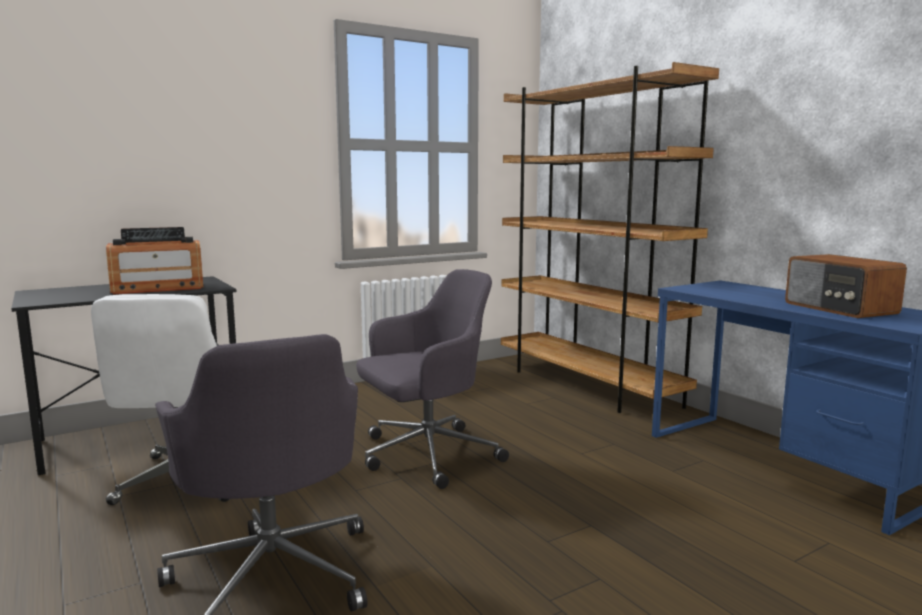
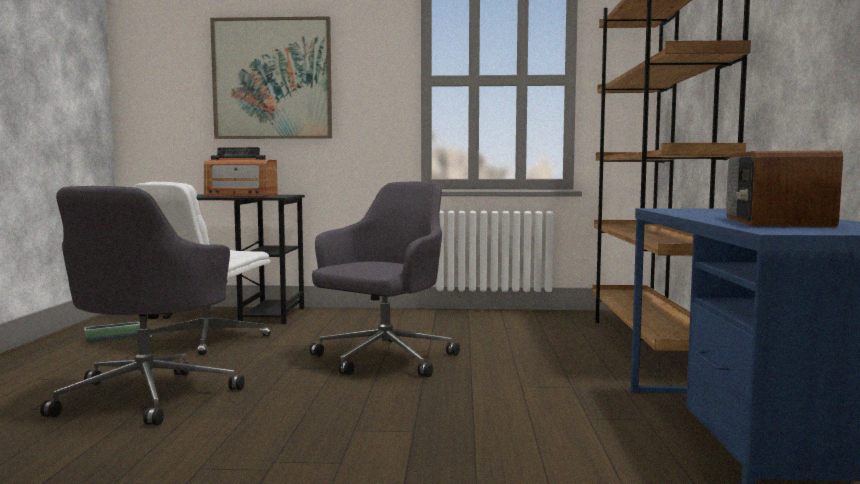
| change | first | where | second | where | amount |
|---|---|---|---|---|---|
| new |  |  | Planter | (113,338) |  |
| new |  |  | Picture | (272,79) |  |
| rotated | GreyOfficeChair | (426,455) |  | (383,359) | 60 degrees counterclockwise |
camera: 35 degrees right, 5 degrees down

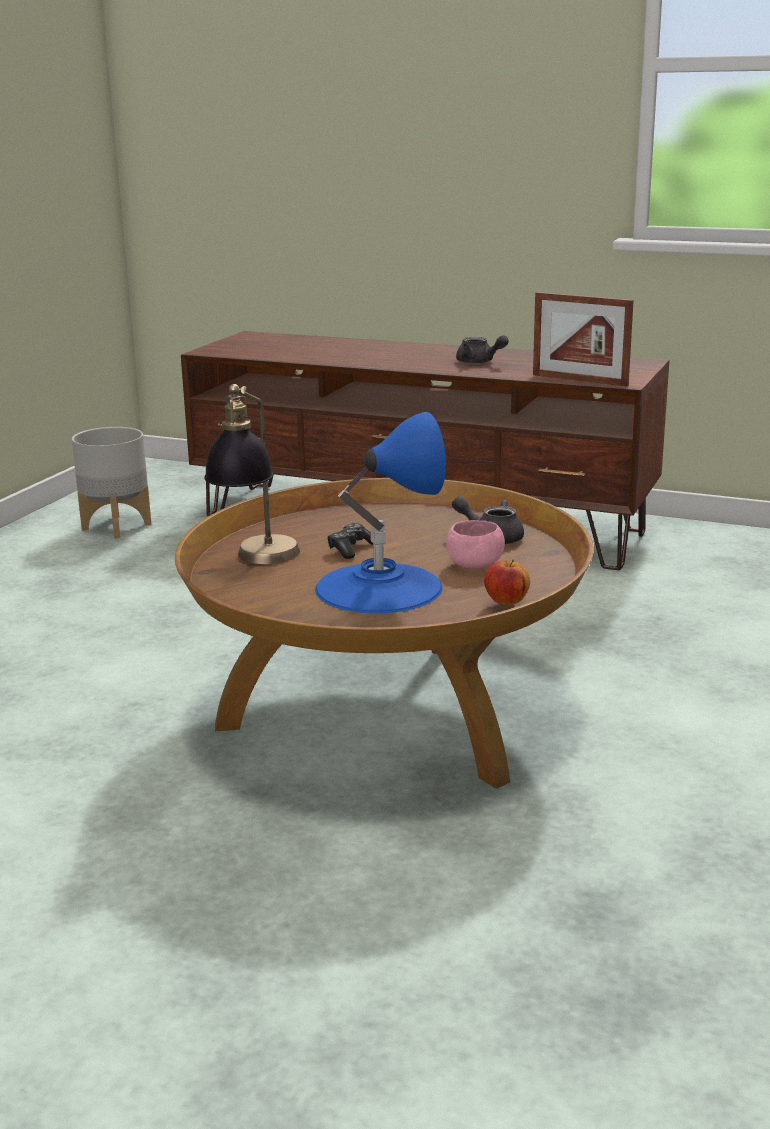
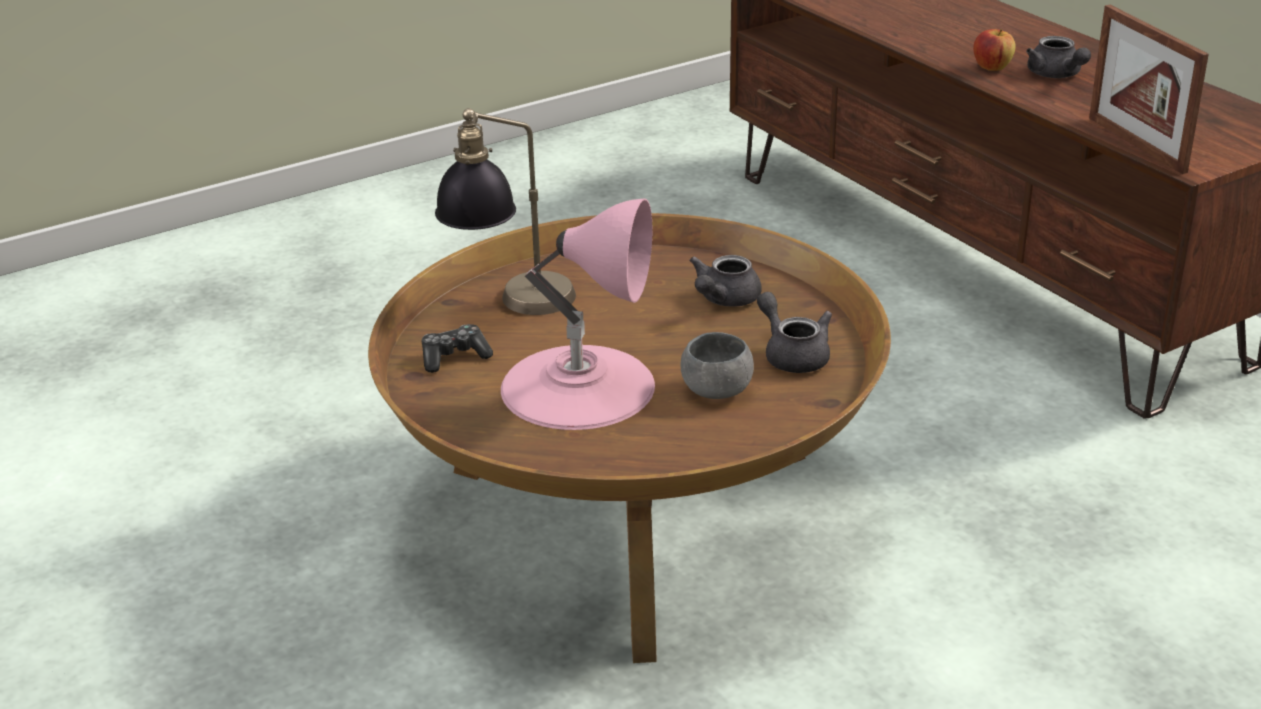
| change | first | where | second | where | amount |
|---|---|---|---|---|---|
| gone | GreyPlanter | (117,527) |  |  |  |
| new |  |  | GreyTeapot | (724,300) |  |
| shifted | GameController | (350,549) |  | (454,357) |  |
| shifted | Apple | (506,601) |  | (992,67) |  |
| repainted | BlueTableLamp | (379,587) | PinkTableLamp | (578,386) |  |
| repainted | PinkBowl | (474,565) | GreyBowl | (716,390) |  |
camera: 35 degrees right, 10 degrees up

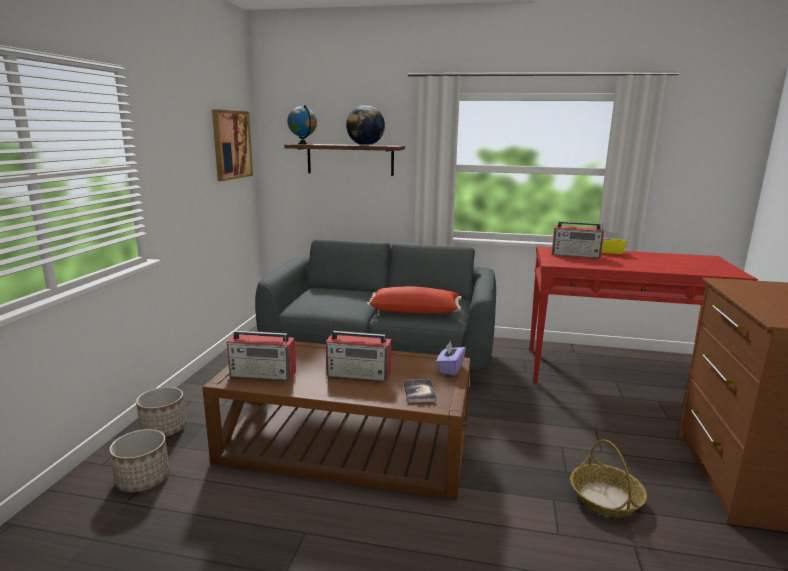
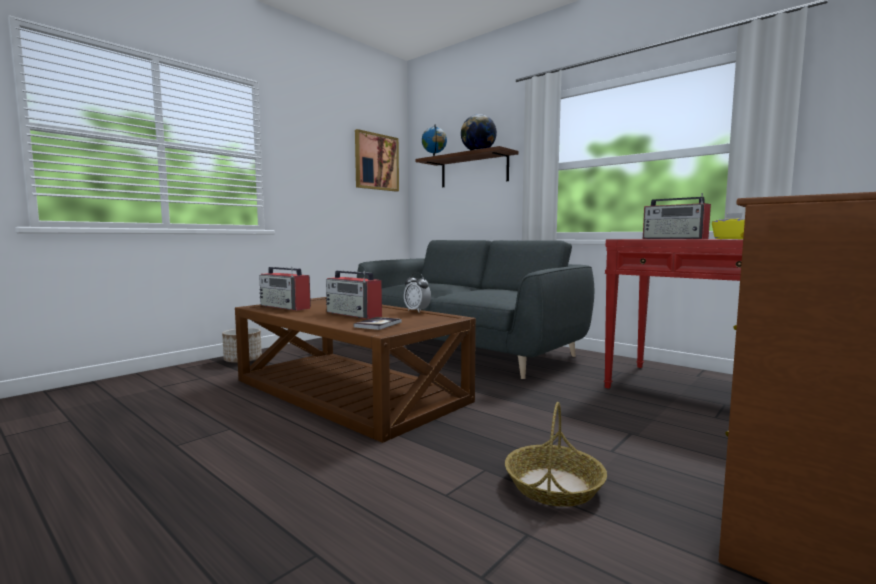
| change | first | where | second | where | amount |
|---|---|---|---|---|---|
| gone | Planter | (142,479) |  |  |  |
| gone | RedPillow | (415,311) |  |  |  |
| gone | PurpleTissueBox | (450,369) |  |  |  |
| new |  |  | AlarmClock | (417,311) |  |
camera: 30 degrees right, 10 degrees down

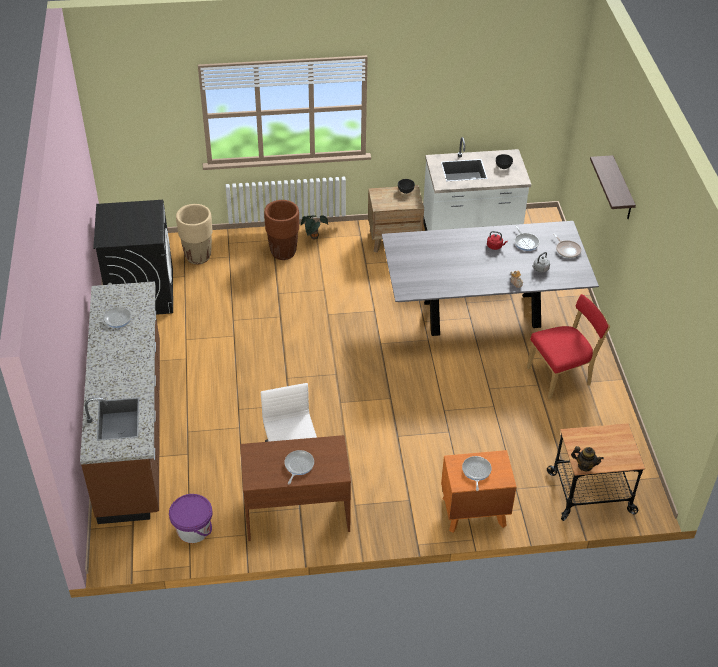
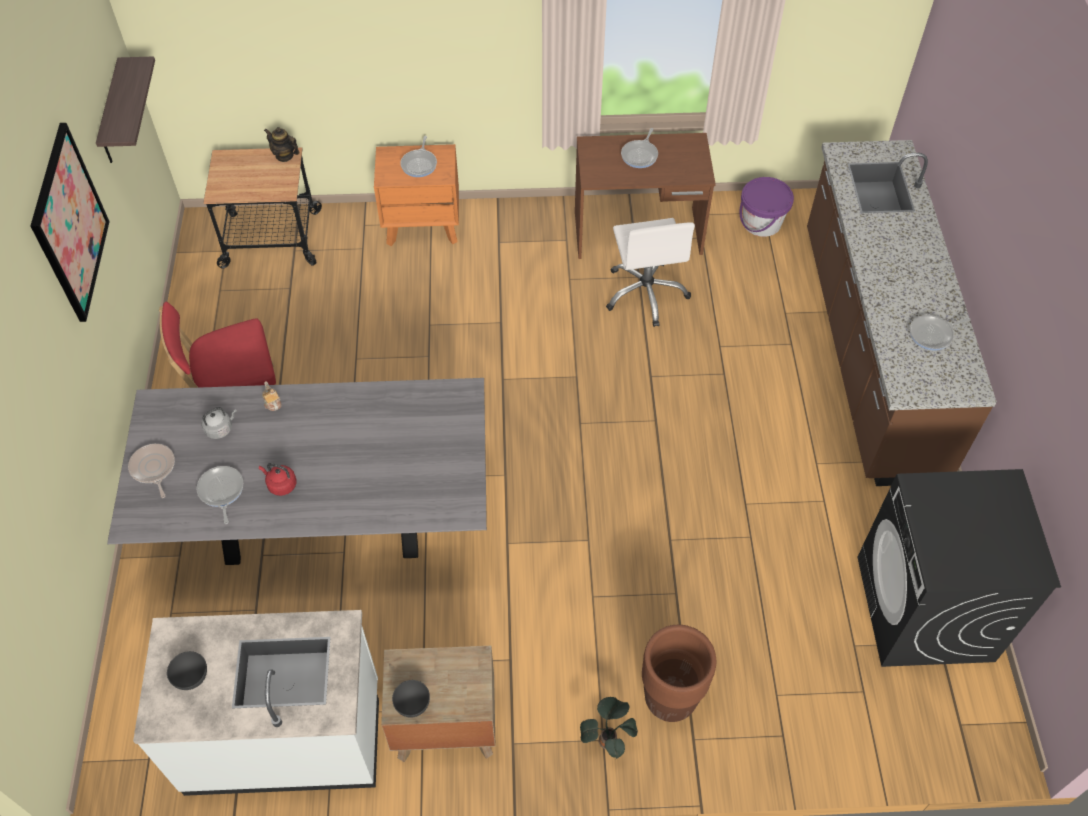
| change | first | where | second | where | amount |
|---|---|---|---|---|---|
| gone | BeigePlanter | (198,257) |  |  |  |
| new |  |  | Picture | (69,223) |  |
| shifted | Shelf | (622,189) |  | (112,114) |  |
camera: 175 degrees left, 10 degrees up

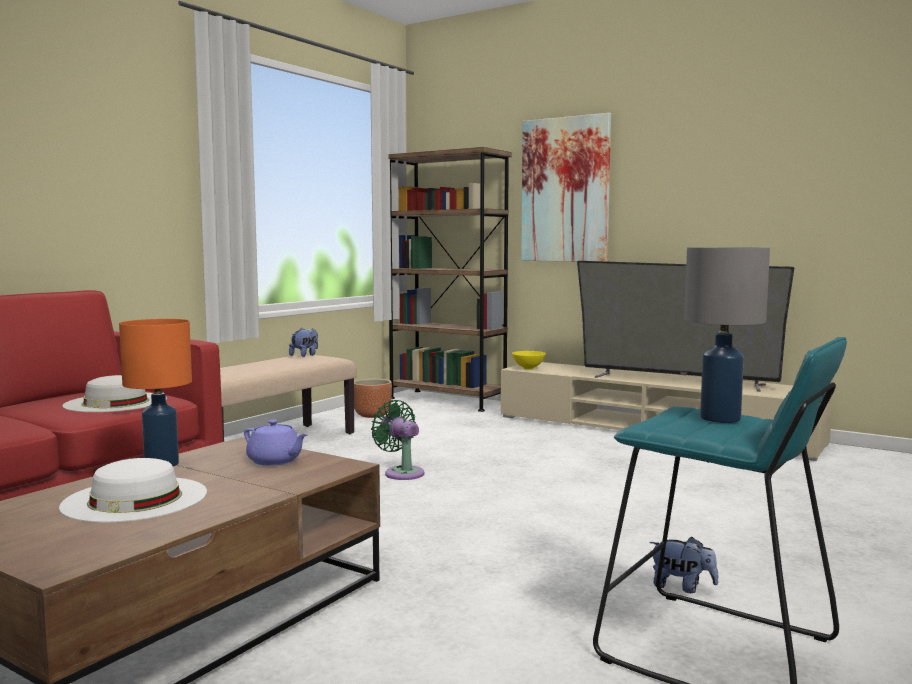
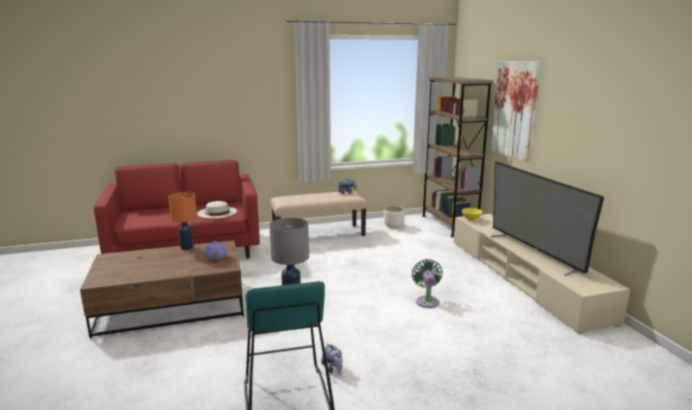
| change | first | where | second | where | amount |
|---|---|---|---|---|---|
| gone | WhiteHat | (135,499) |  |  |  |
| shifted | GreenFan | (401,473) |  | (427,301) |  |
| repainted | BrownPlanter | (372,415) | WhitePlanter | (393,226) |  |
camera: 40 degrees right, 10 degrees up

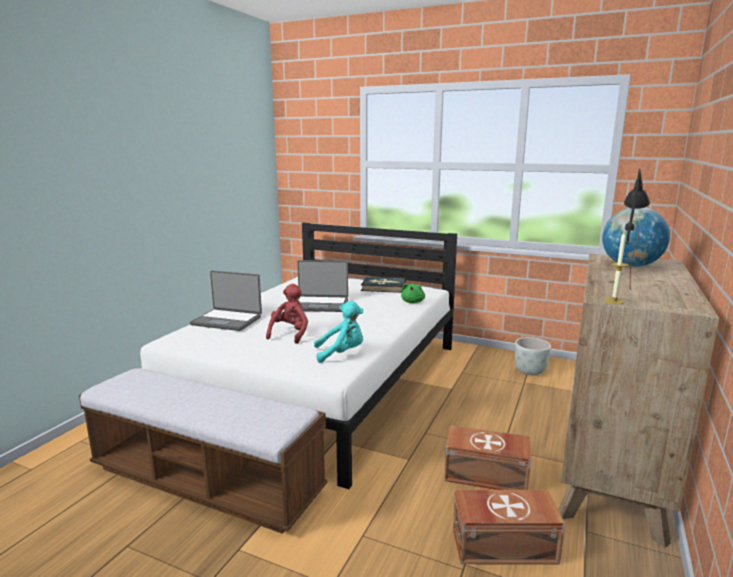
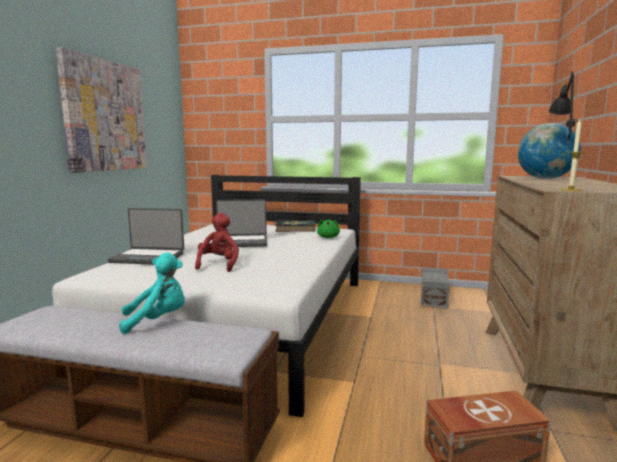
| change | first | where | second | where | amount |
|---|---|---|---|---|---|
| gone | BrownStorageBox | (487,476) |  |  |  |
| new |  |  | Picture | (104,116) |  |
| shifted | TurquoisePlushToy | (341,353) |  | (158,320) |  |
| swapped | GreyPlanter | (530,371) | GreyStorageBox | (434,298) |  |
camera: 10 degrees left, 5 degrees down

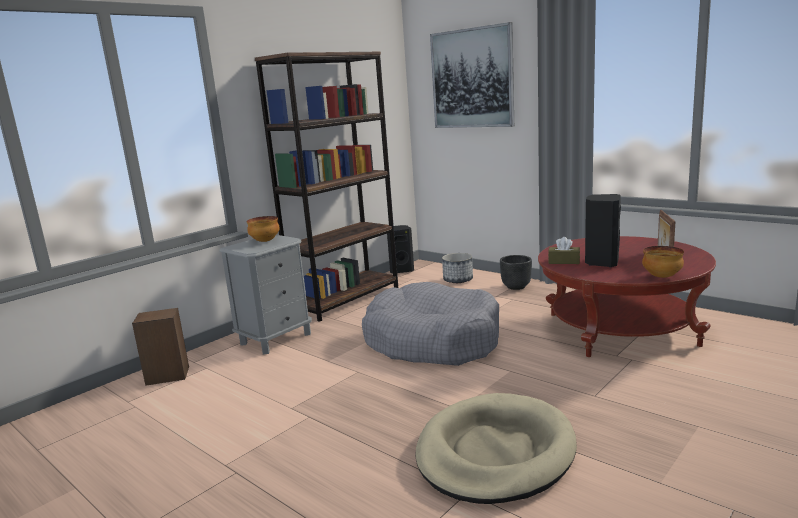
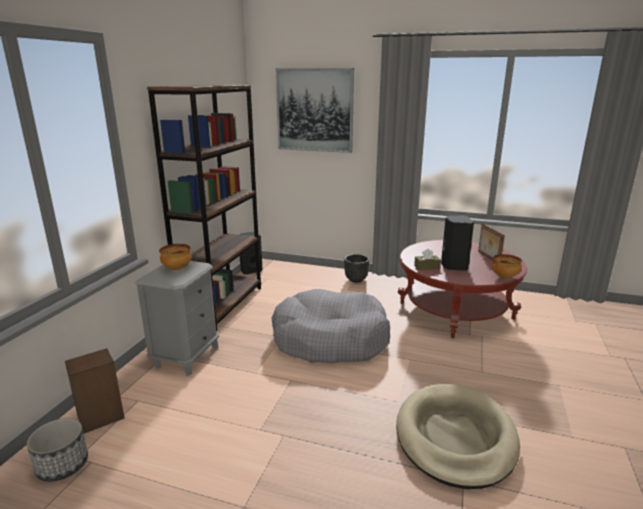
| change | first | where | second | where | amount |
|---|---|---|---|---|---|
| shifted | Planter | (458,280) |  | (62,465) |  |
camera: 25 degrees left, 5 degrees up

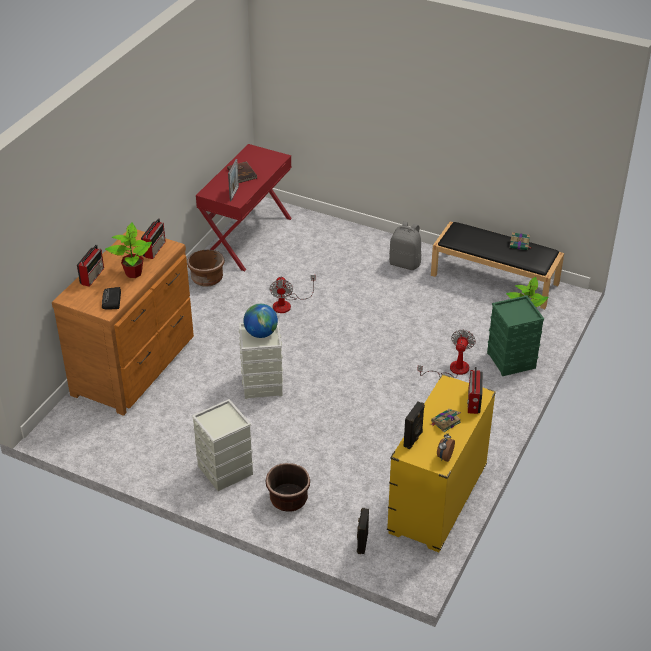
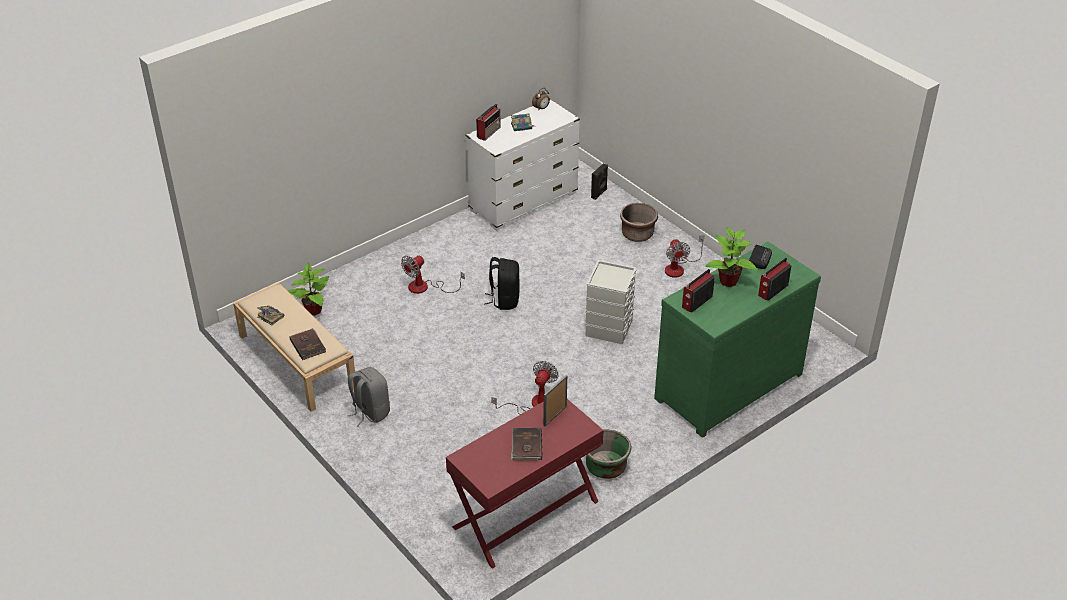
| change | first | where | second | where | amount |
|---|---|---|---|---|---|
| gone | Globe | (261,333) |  |  |  |
| gone | BlackSpeaker | (413,439) |  |  |  |
| gone | GreenStorageBox | (512,360) |  |  |  |
| new |  |  | BrownBook | (308,345) |  |
| new |  |  | BlackBackpack | (504,300) |  |
| swapped | GreyStorageBox | (225,471) | Fan | (679,268) |  |
| repainted | BrownDresser | (136,365) | GreenDresser | (726,385) |  |
| repainted | BrownPlanter | (207,279) | GreenPlanter | (606,467) |  |
| repainted | YellowDresser | (437,500) | WhiteDresser | (523,202) |  |
| repainted | BlackBench | (495,279) | BeigeBench | (296,361) |  |
camera: 155 degrees left, 0 degrees up

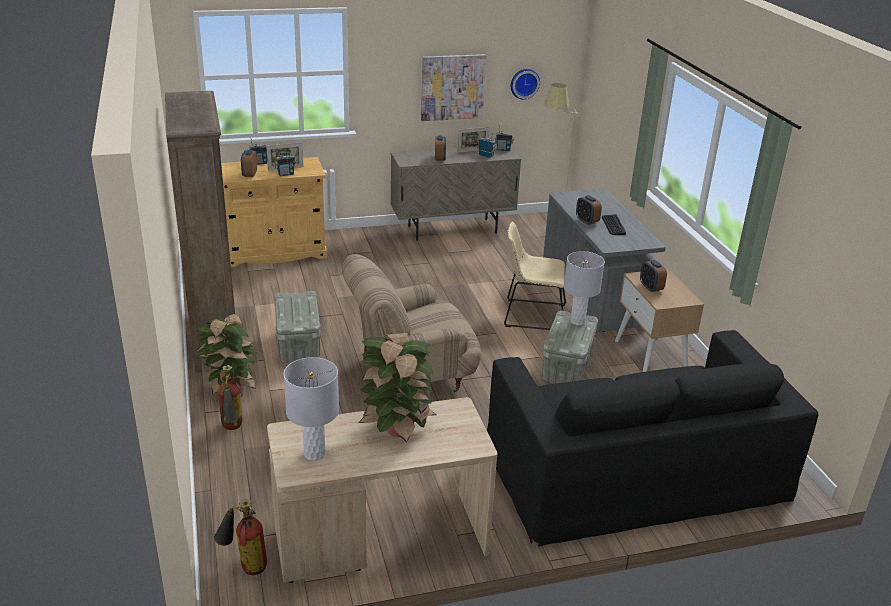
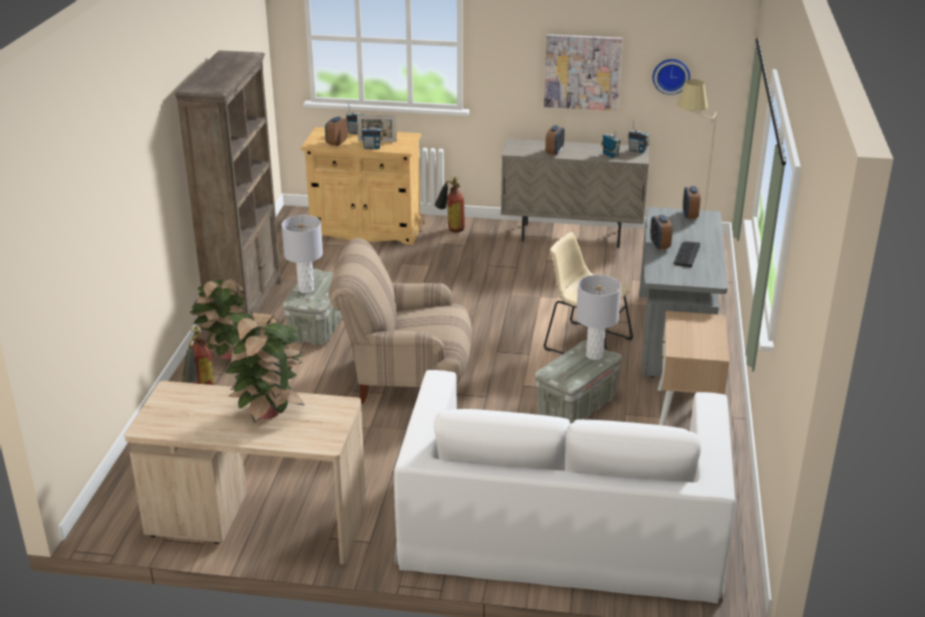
| change | first | where | second | where | amount |
|---|---|---|---|---|---|
| gone | PictureFrame | (472,151) |  |  |  |
| shifted | FireExtinguisher | (244,565) |  | (451,227) |  |
| shifted | GreyTableLamp | (314,454) |  | (306,289) |  |
| shifted | AlarmClock | (651,287) |  | (689,215) |  |
| repainted | BlackSofa | (635,471) | WhiteSofa | (562,526) |  |
camera: 25 degrees right, 0 degrees up

